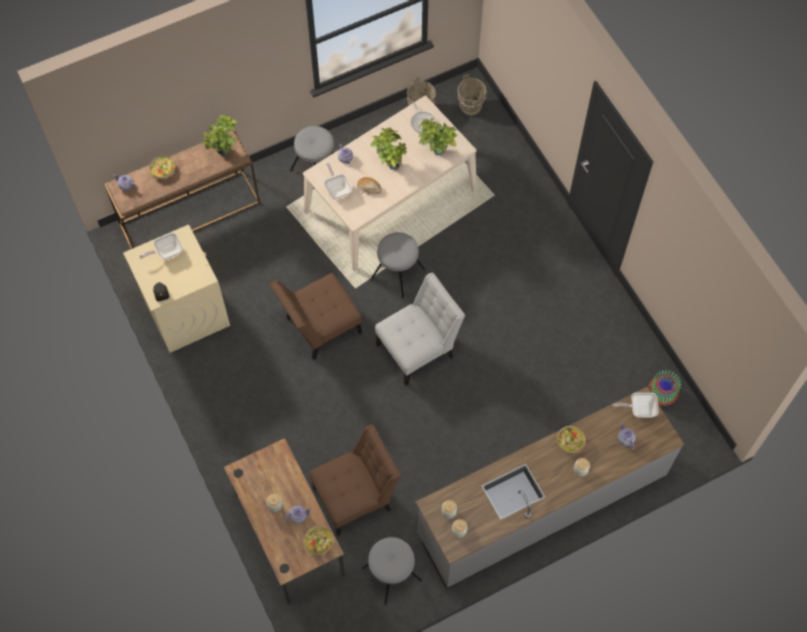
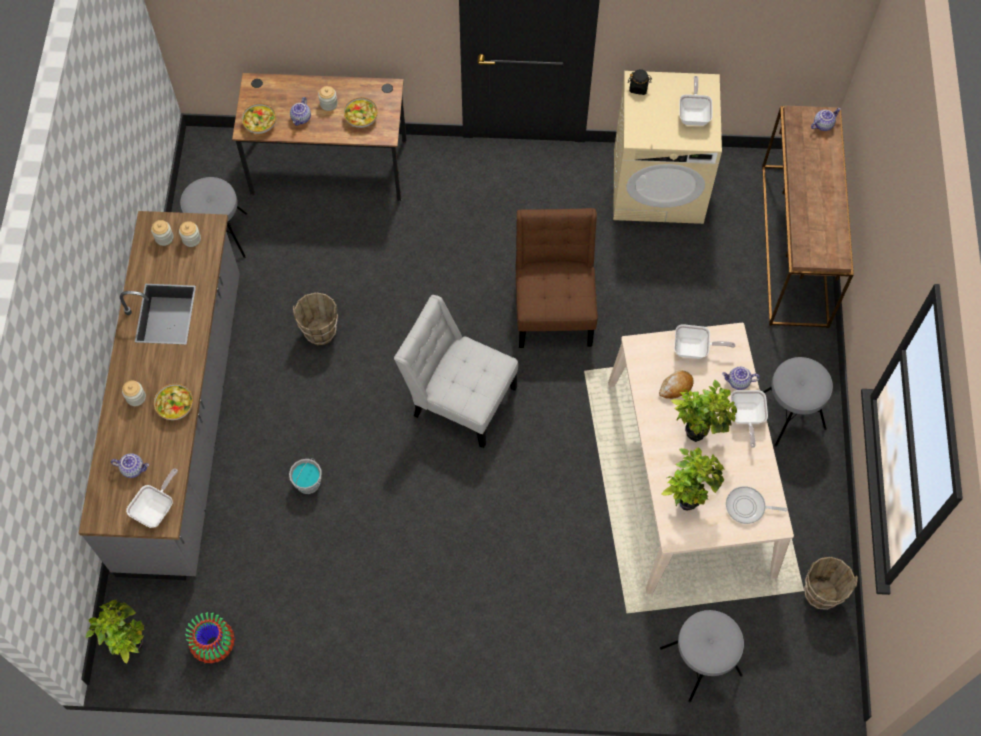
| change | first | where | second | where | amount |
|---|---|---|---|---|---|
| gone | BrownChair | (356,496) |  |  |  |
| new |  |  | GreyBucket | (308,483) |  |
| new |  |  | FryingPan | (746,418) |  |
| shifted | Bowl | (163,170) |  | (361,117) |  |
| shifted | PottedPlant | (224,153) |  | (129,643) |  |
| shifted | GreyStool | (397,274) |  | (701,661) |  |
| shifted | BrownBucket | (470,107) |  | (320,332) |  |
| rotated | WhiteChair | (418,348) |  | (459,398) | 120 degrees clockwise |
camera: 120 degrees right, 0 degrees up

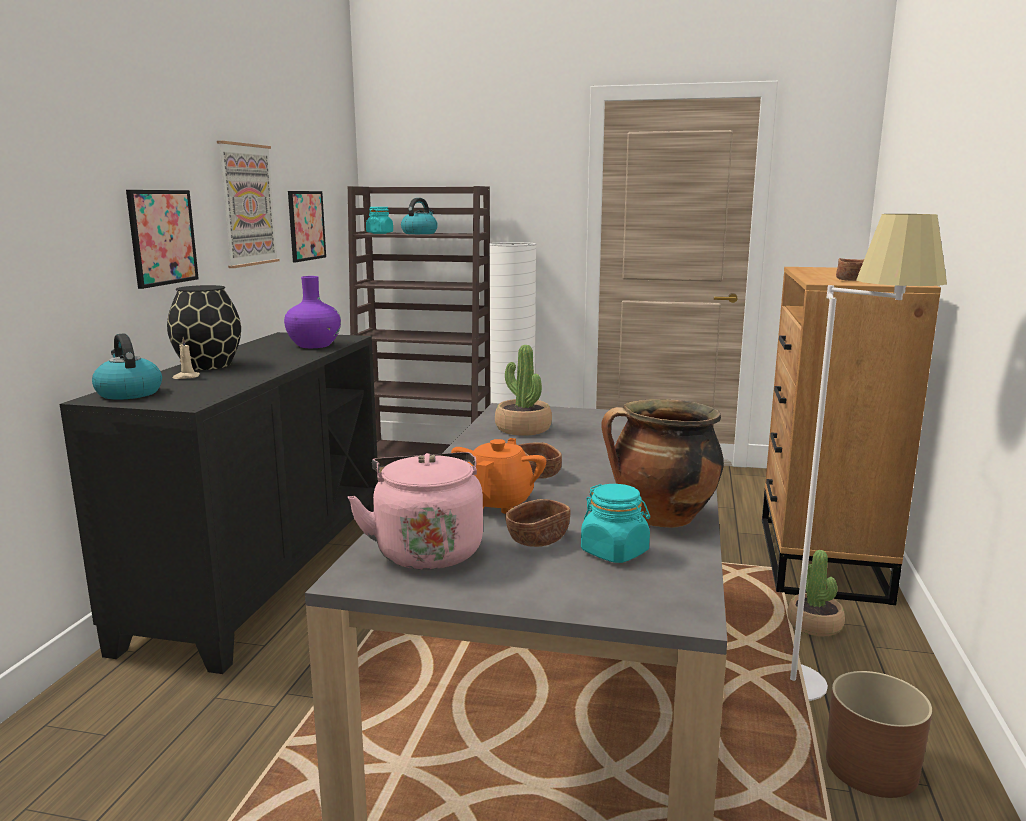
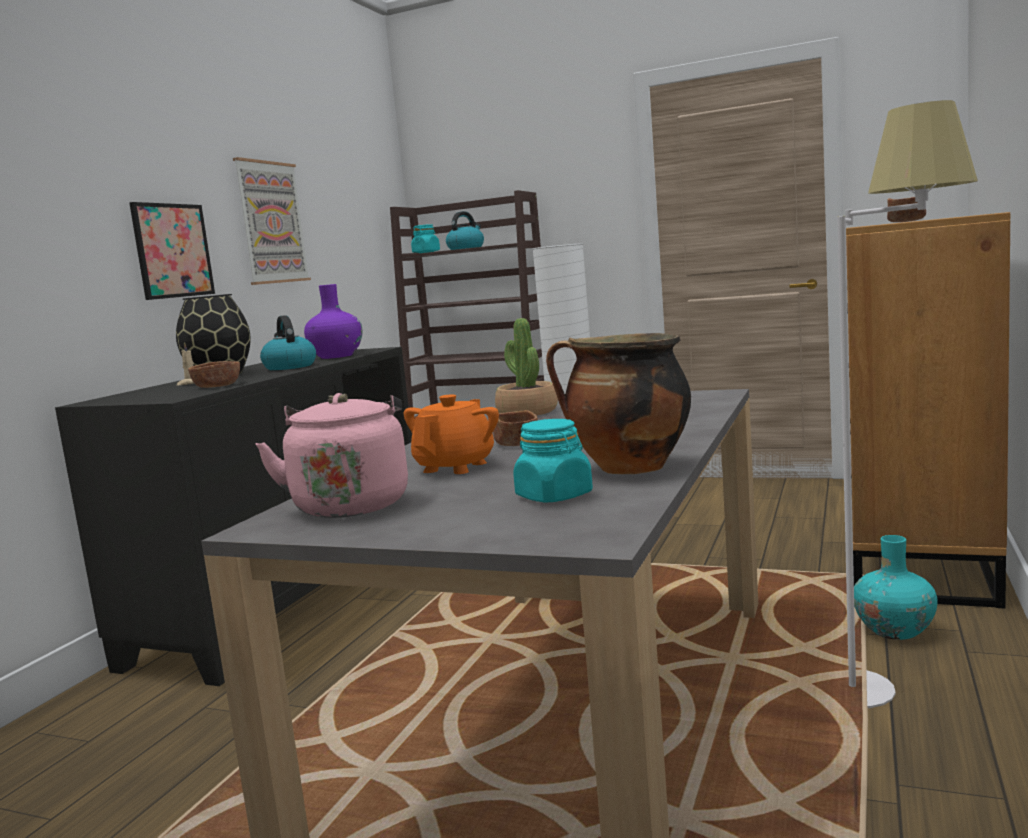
| change | first | where | second | where | amount |
|---|---|---|---|---|---|
| gone | Picture | (306,225) |  |  |  |
| gone | BrownPlanter | (871,768) |  |  |  |
| shifted | Kettle | (128,393) |  | (289,367) |  |
| shifted | BrownBowl | (538,539) |  | (217,386) |  |
| swapped | PottedPlant | (814,625) | TurquoiseVase | (894,630) |  |
camera: 10 degrees right, 5 degrees down

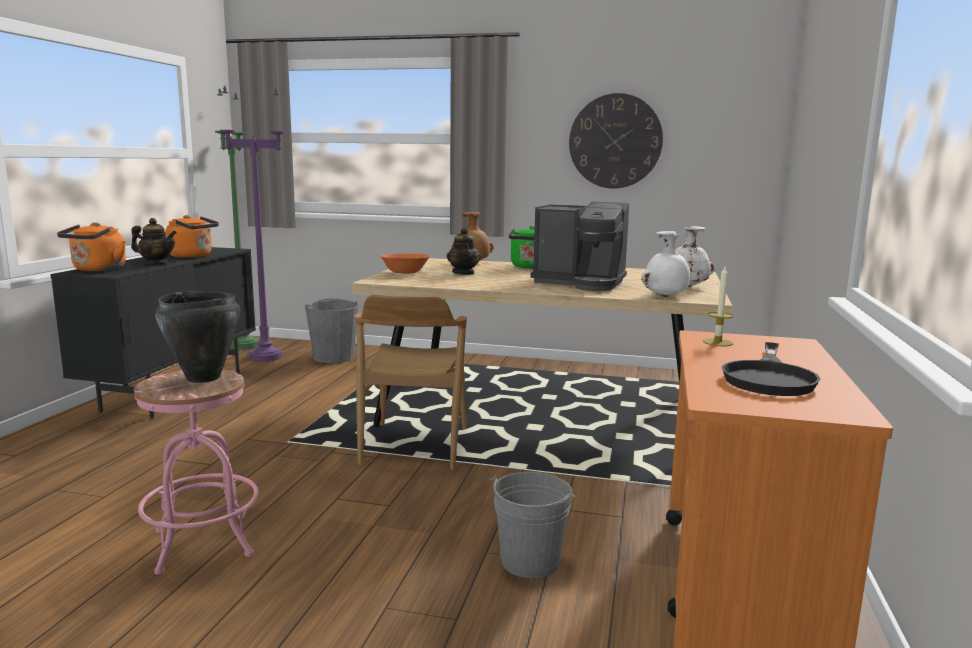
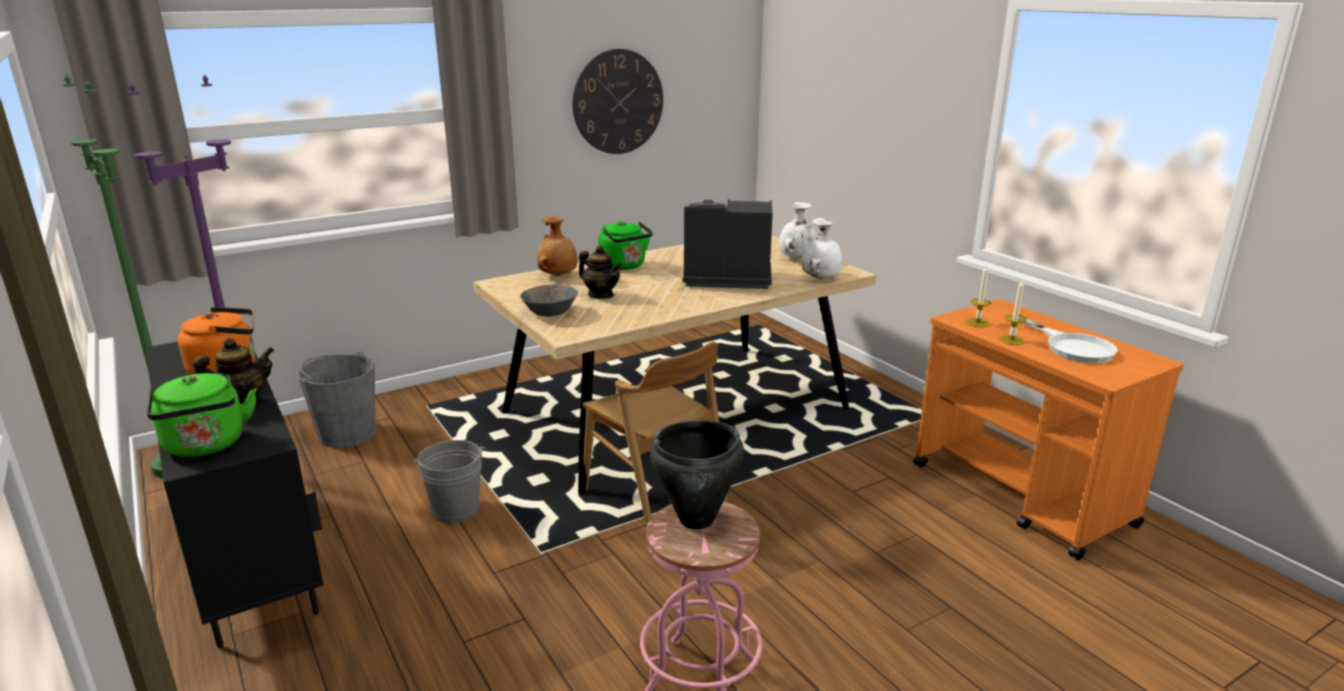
| change | first | where | second | where | amount |
|---|---|---|---|---|---|
| new |  |  | Candle | (1011,340) |  |
| shifted | GreyBucket | (529,561) |  | (455,510) |  |
| repainted | OrangeKettle | (97,270) | GreenKettle | (206,446) |  |
| repainted | OrangeBowl | (405,273) | GreyBowl | (551,313) |  |
| repainted | BlackFryingPan | (769,377) | WhiteFryingPan | (1070,346) |  |
| rotated | CoffeeMachine | (581,283) |  | (724,278) | 150 degrees counterclockwise |
camera: 45 degrees left, 10 degrees up

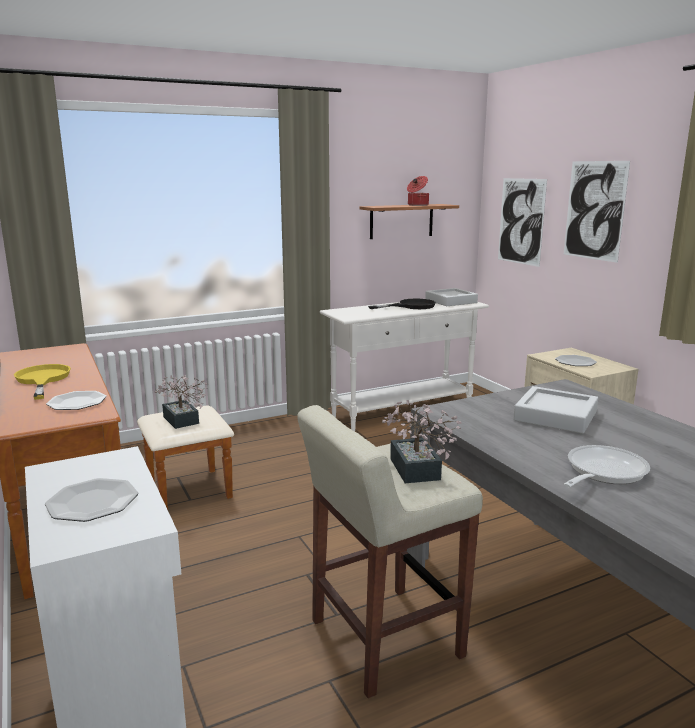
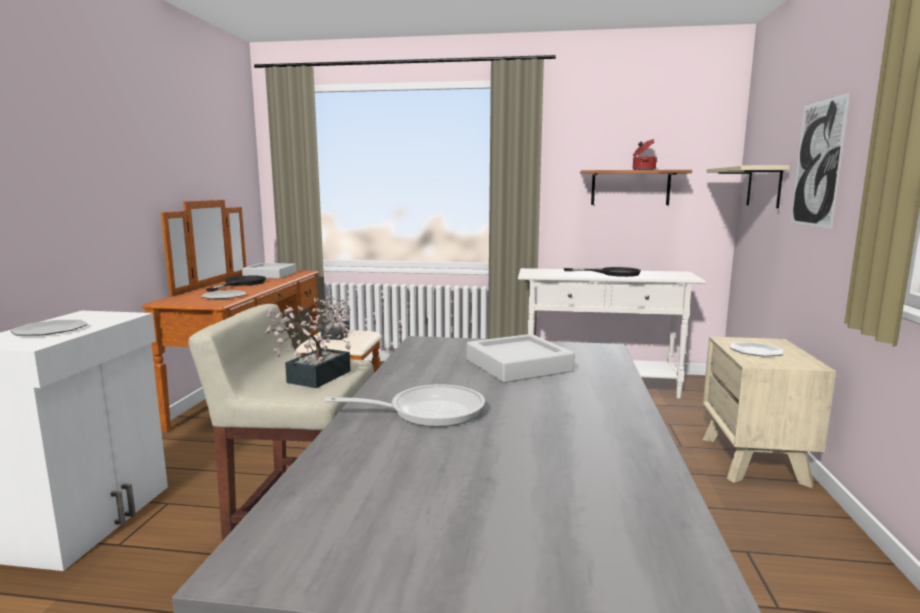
| change | first | where | second | where | amount |
|---|---|---|---|---|---|
| shifted | GreyTray | (451,301) |  | (270,275) |  |
| swapped | Picture | (521,221) | BeigeShelf | (764,187) |  |
| repainted | YellowFryingPan | (42,380) | BlackFryingPan | (241,284) |  |
camera: 35 degrees right, 5 degrees down

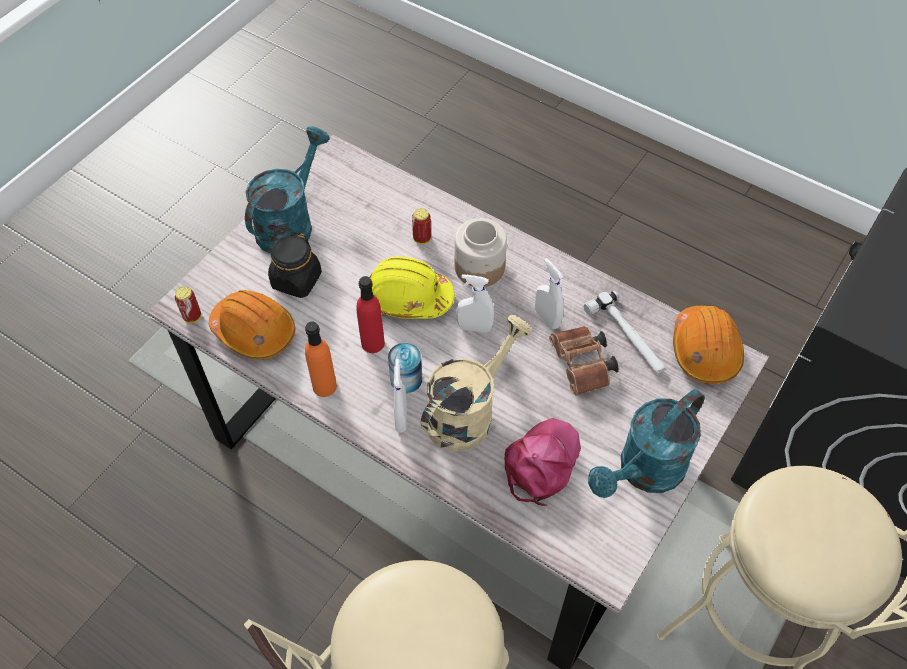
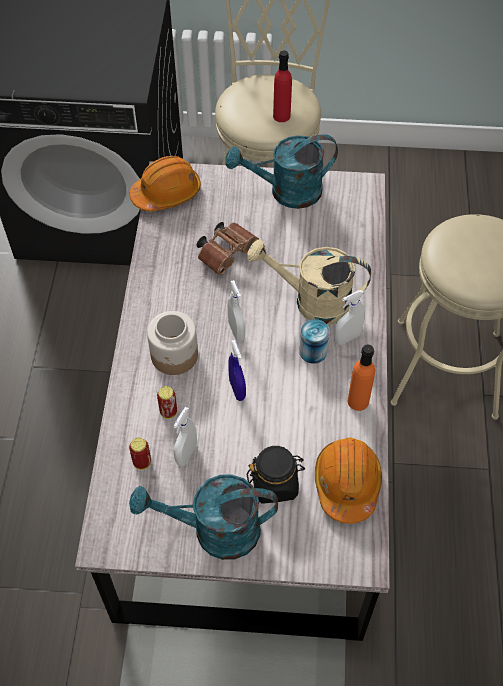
| change | first | where | second | where | amount |
|---|---|---|---|---|---|
| gone | PinkCap | (541,463) |  |  |  |
| gone | Hammer | (627,337) |  |  |  |
| shifted | Can | (192,316) |  | (142,462) |  |
| shifted | RedBottle | (372,343) |  | (281,116) |  |
| shifted | WhiteSprayBottle | (547,318) |  | (186,454) |  |
| swapped | YellowHardHat | (408,297) | BlueSprayBottle | (237,389) |  |
| rotated | TurquoiseWateringCan | (644,472) |  | (286,192) | 150 degrees clockwise |
camera: 120 degrees left, 0 degrees up

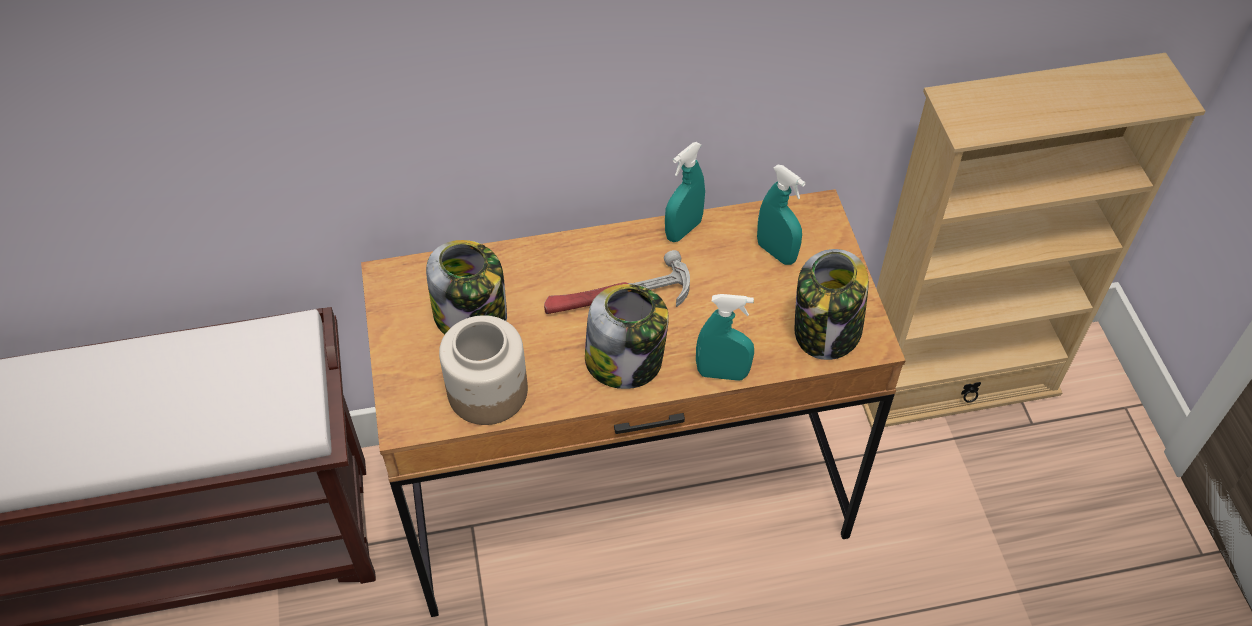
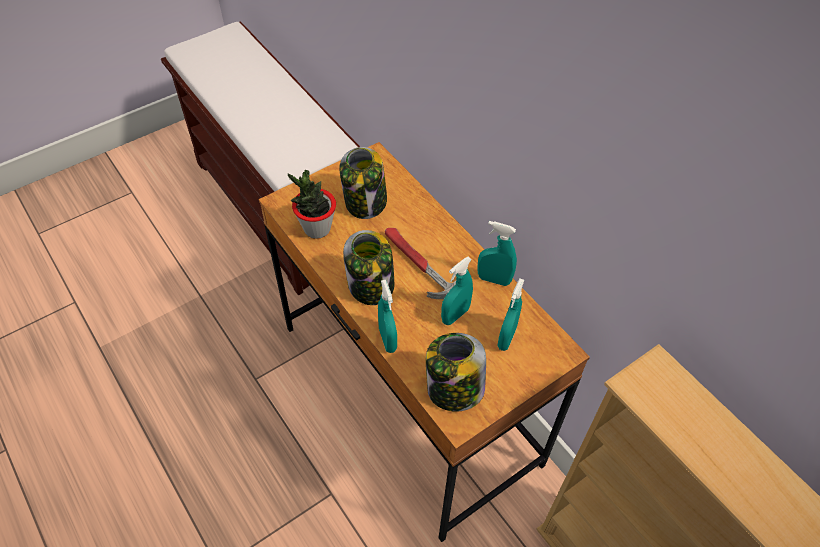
| change | first | where | second | where | amount |
|---|---|---|---|---|---|
| new |  |  | TurquoiseSprayBottle | (455,315) |  |
| swapped | Jar | (487,392) | PottedPlant | (317,228) |  |
camera: 65 degrees right, 0 degrees up

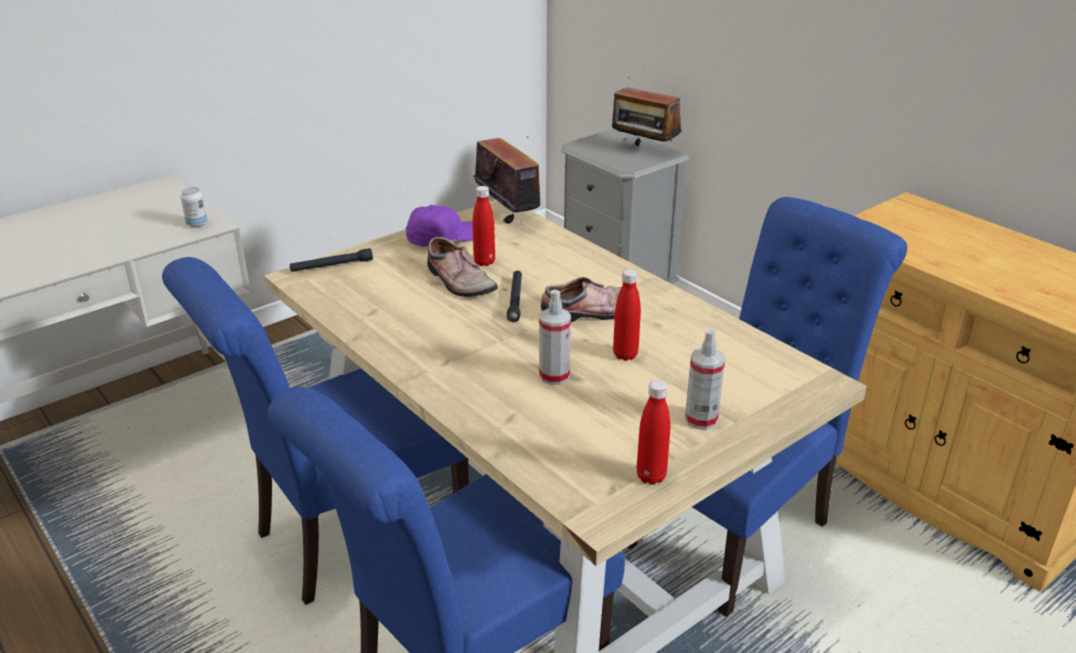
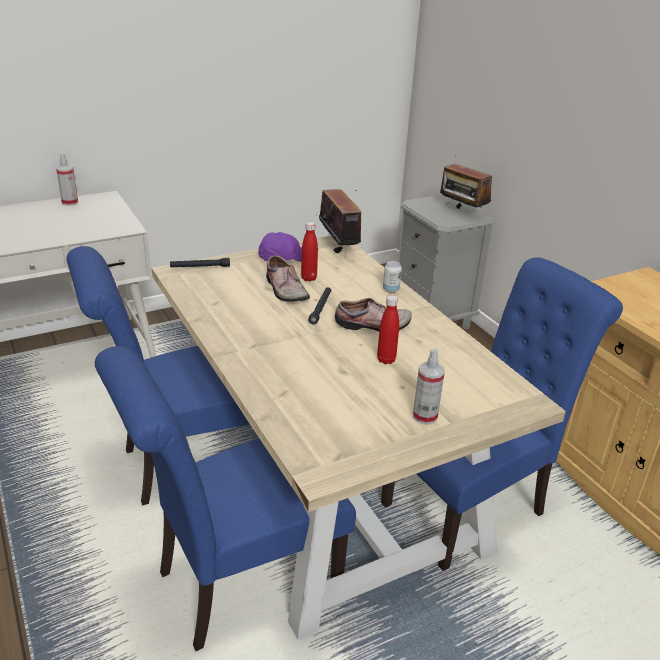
| change | first | where | second | where | amount |
|---|---|---|---|---|---|
| gone | RedBottle | (651,476) |  |  |  |
| shifted | Can | (197,224) |  | (391,290) |  |
| shifted | SprayBottle | (554,376) |  | (70,202) |  |
camera: 10 degrees right, 0 degrees up

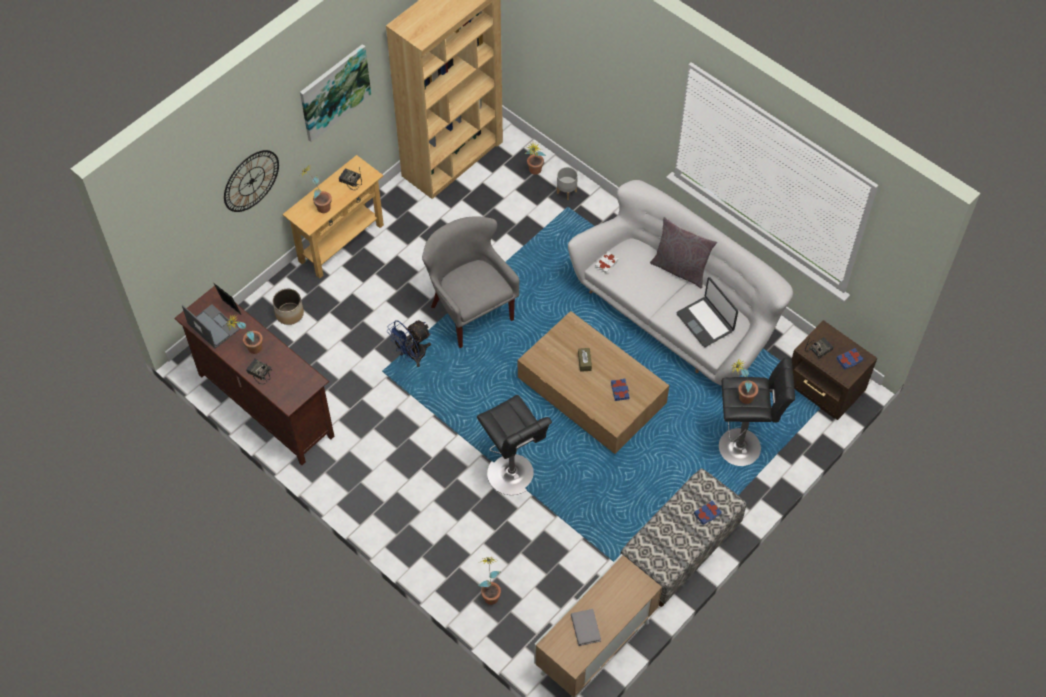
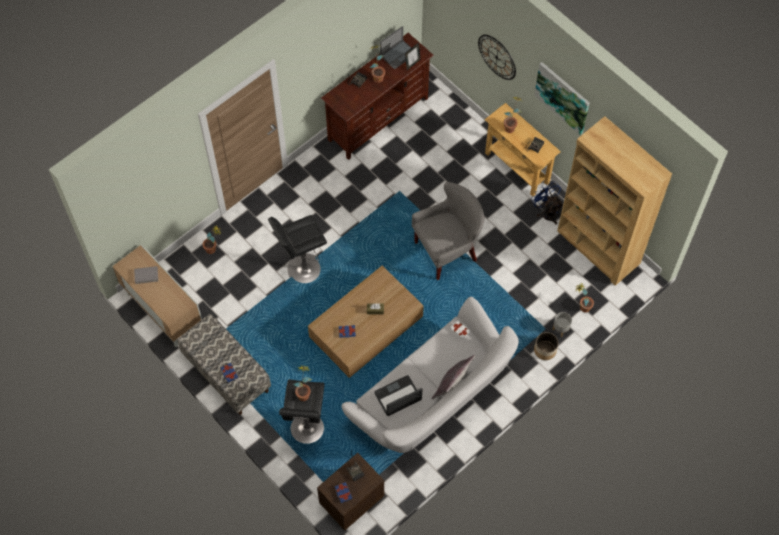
| change | first | where | second | where | amount |
|---|---|---|---|---|---|
| shifted | Planter | (289,313) |  | (545,350) |  |
| shifted | BlueFan | (412,356) |  | (546,212) |  |
camera: 95 degrees right, 5 degrees up

